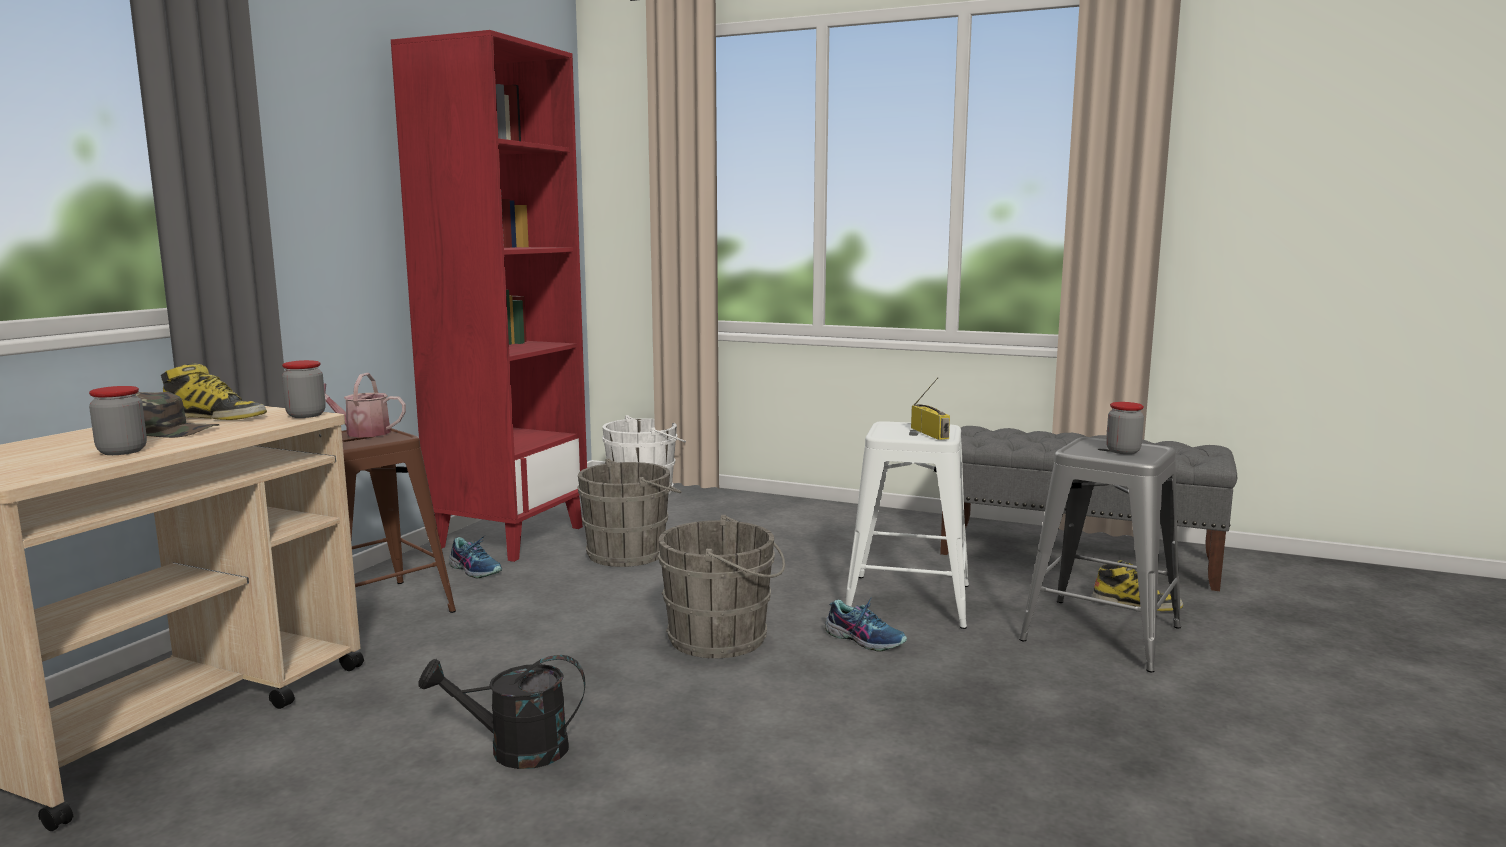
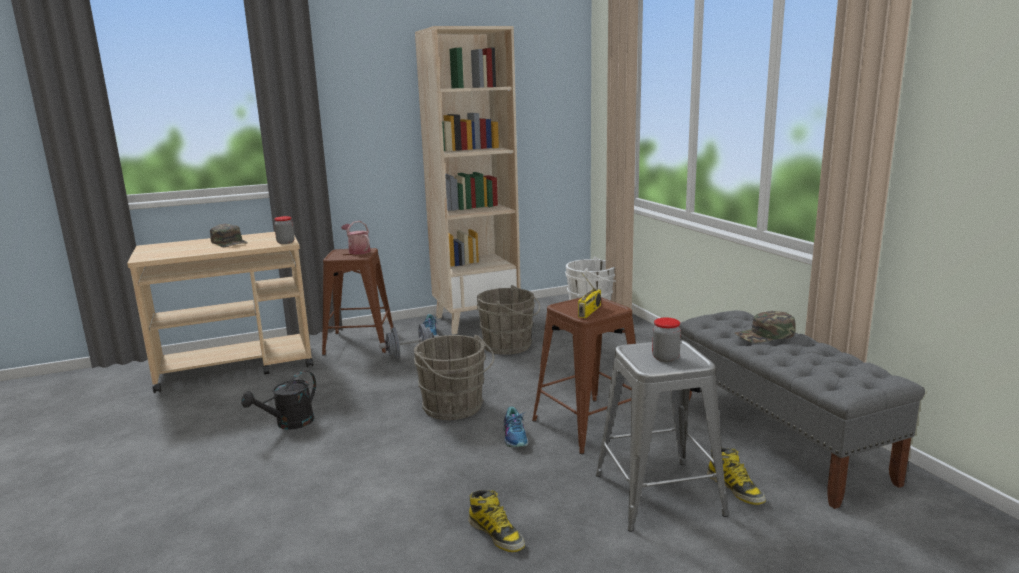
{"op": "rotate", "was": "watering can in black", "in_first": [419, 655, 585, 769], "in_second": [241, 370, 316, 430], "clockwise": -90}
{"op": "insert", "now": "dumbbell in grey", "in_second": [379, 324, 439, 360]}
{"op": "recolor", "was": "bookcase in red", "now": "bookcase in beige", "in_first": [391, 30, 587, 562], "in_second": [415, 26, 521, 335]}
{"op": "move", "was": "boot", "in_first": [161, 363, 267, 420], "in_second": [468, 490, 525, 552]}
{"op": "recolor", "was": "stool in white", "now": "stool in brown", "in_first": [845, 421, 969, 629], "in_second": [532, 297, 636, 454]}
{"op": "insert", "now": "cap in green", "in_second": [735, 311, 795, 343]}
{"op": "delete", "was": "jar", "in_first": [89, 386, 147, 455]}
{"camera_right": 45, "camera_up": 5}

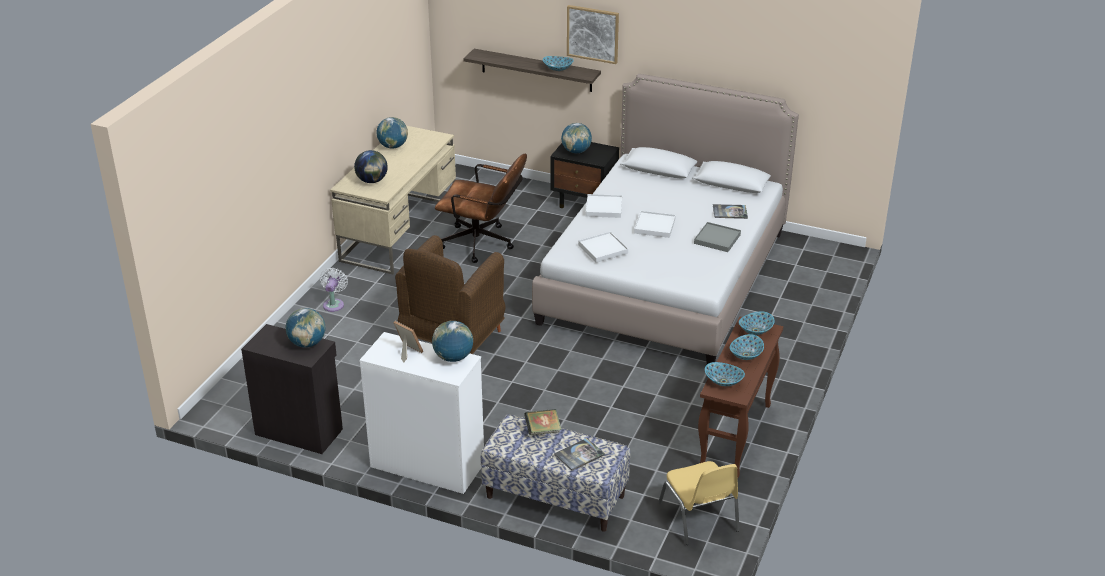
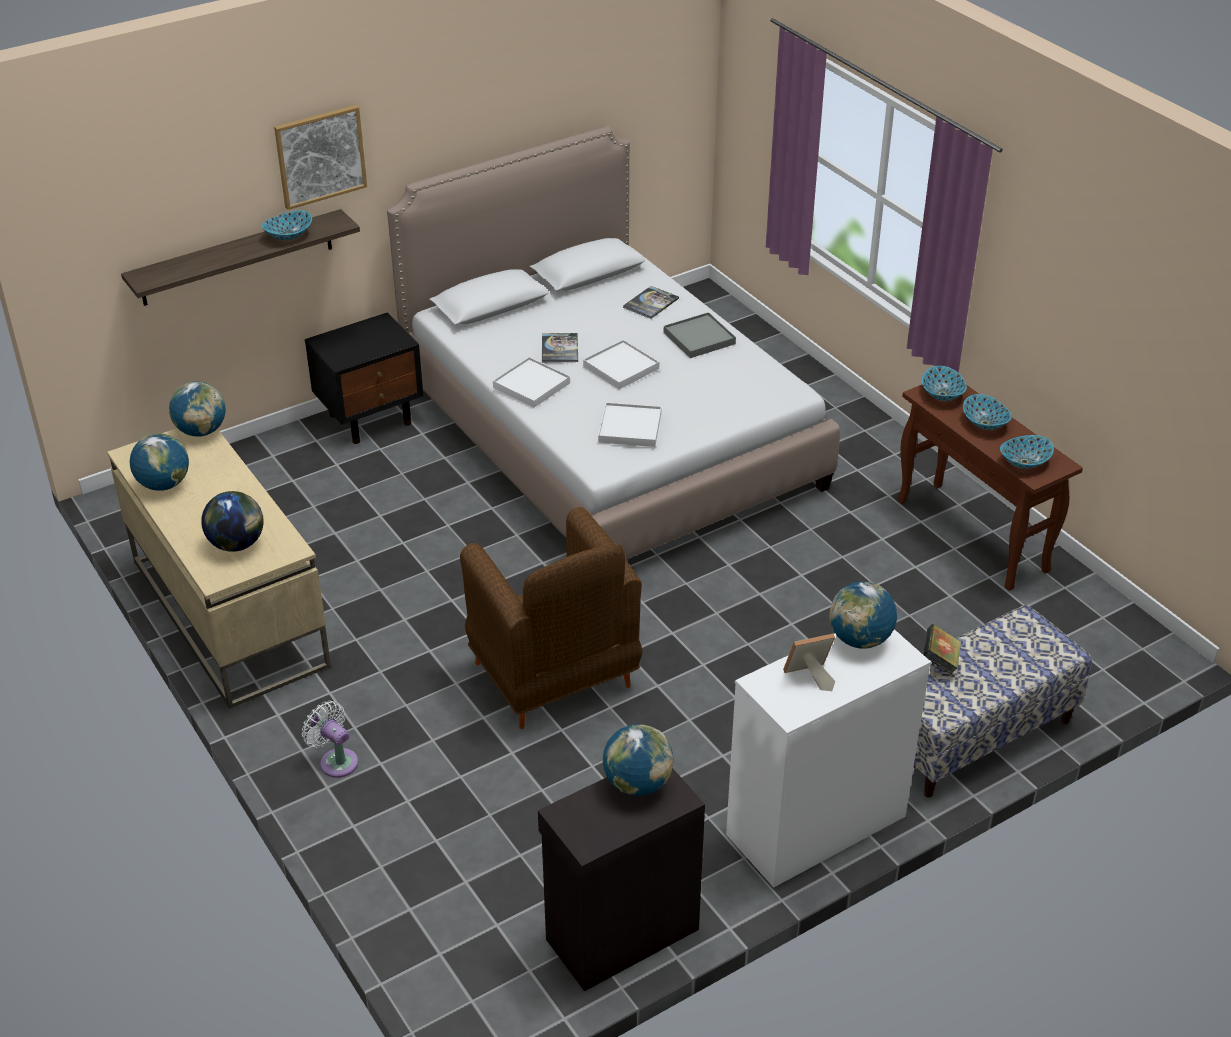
{"op": "move", "was": "globe", "in_first": [561, 123, 592, 153], "in_second": [169, 381, 226, 437]}
{"op": "move", "was": "book", "in_first": [554, 438, 605, 471], "in_second": [542, 333, 578, 363]}
{"op": "delete", "was": "office chair in brown", "in_first": [435, 153, 527, 263]}
{"op": "delete", "was": "chair in yellow", "in_first": [658, 461, 740, 545]}
{"camera_right": -55, "camera_up": 5}

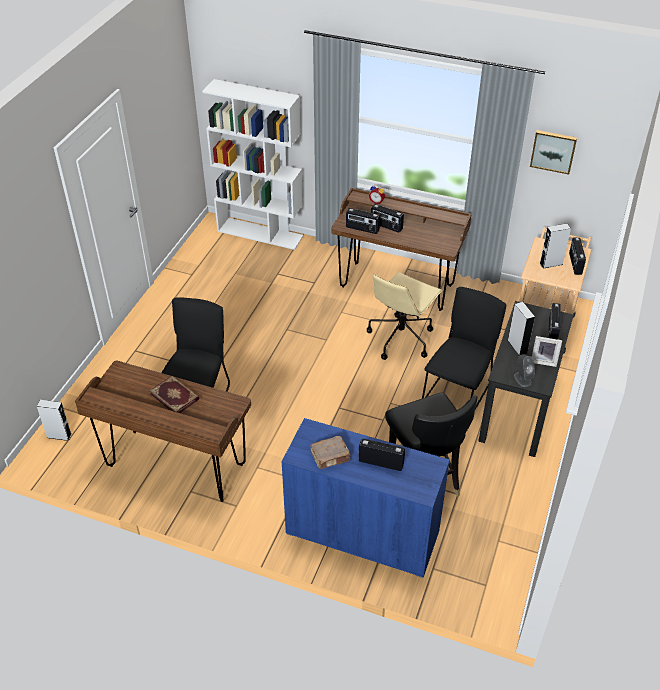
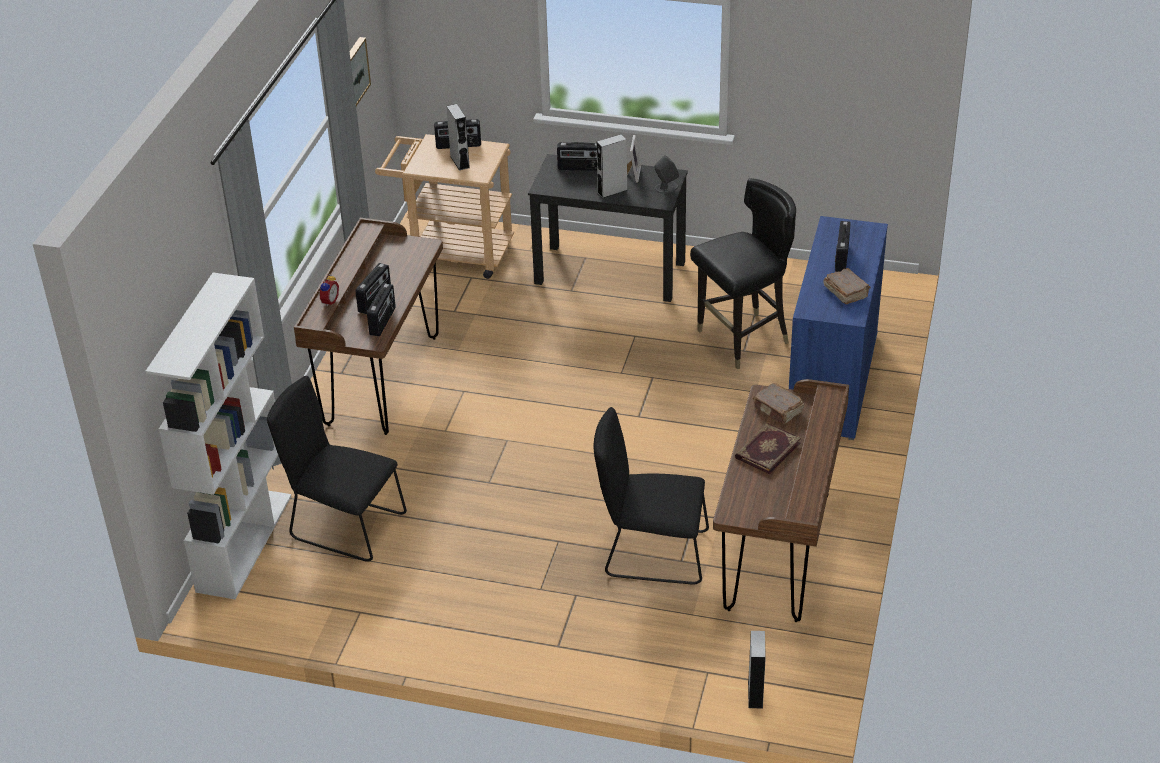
{"op": "move", "was": "chair in black", "in_first": [422, 287, 506, 410], "in_second": [267, 376, 407, 562]}
{"op": "insert", "now": "book in brown", "in_second": [753, 383, 804, 425]}
{"op": "delete", "was": "office chair in beige", "in_first": [367, 272, 443, 360]}
{"camera_right": -95, "camera_up": -5}

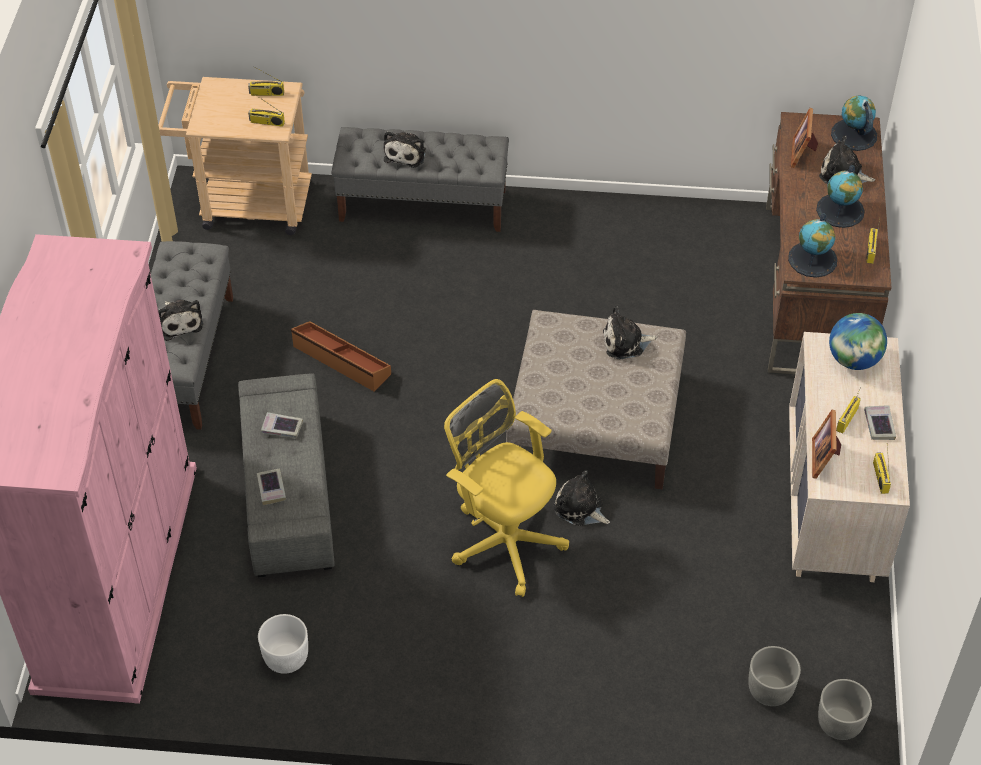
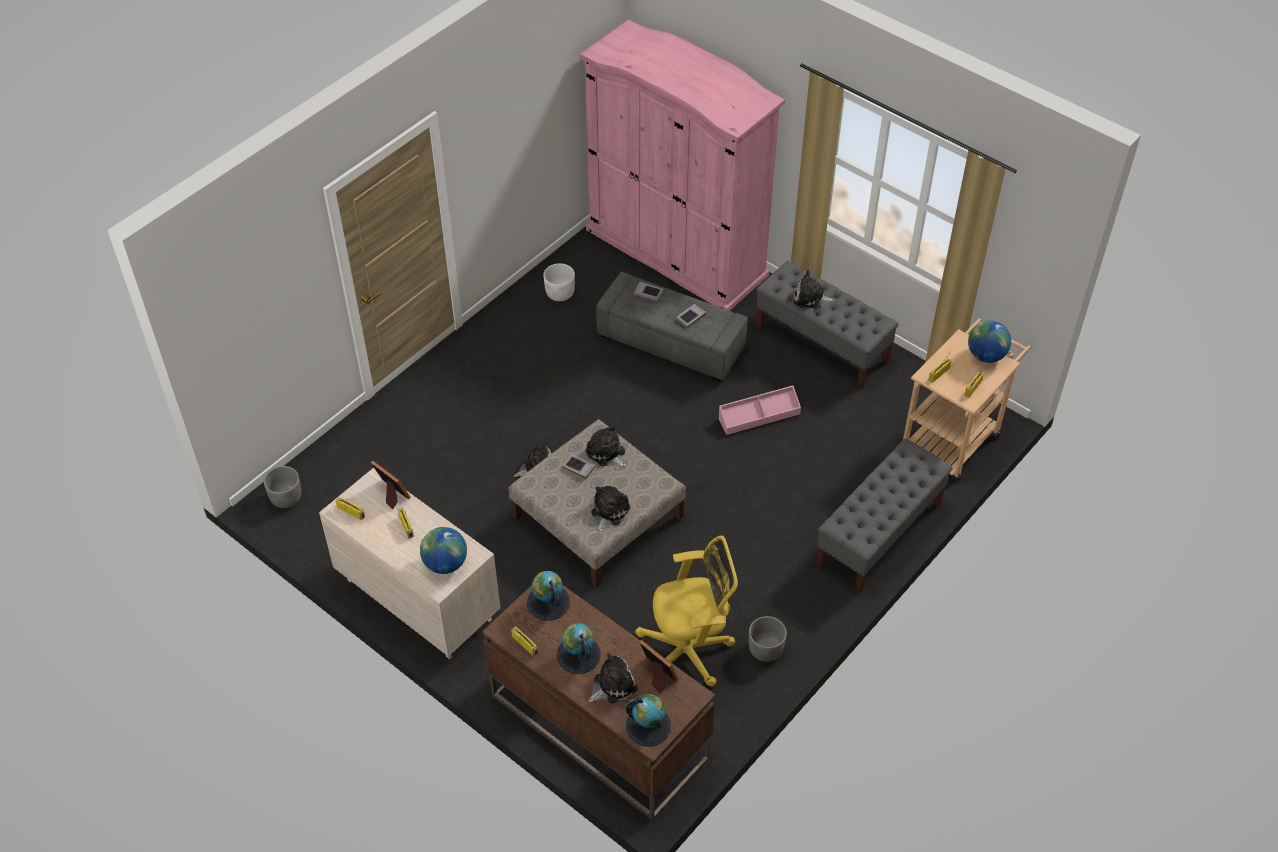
{"op": "move", "was": "book", "in_first": [864, 405, 896, 440], "in_second": [562, 454, 595, 479]}
{"op": "move", "was": "plush toy", "in_first": [384, 131, 426, 168], "in_second": [586, 424, 626, 468]}
{"op": "move", "was": "office chair in yellow", "in_first": [444, 379, 569, 597], "in_second": [635, 536, 738, 686]}
{"op": "recolor", "was": "storage box in brown", "now": "storage box in pink", "in_first": [291, 321, 391, 392], "in_second": [719, 386, 801, 435]}
{"op": "move", "was": "planter in grey", "in_first": [748, 646, 801, 706], "in_second": [749, 616, 787, 662]}
{"op": "insert", "now": "globe", "in_second": [968, 320, 1011, 363]}
{"camera_right": 125, "camera_up": 0}

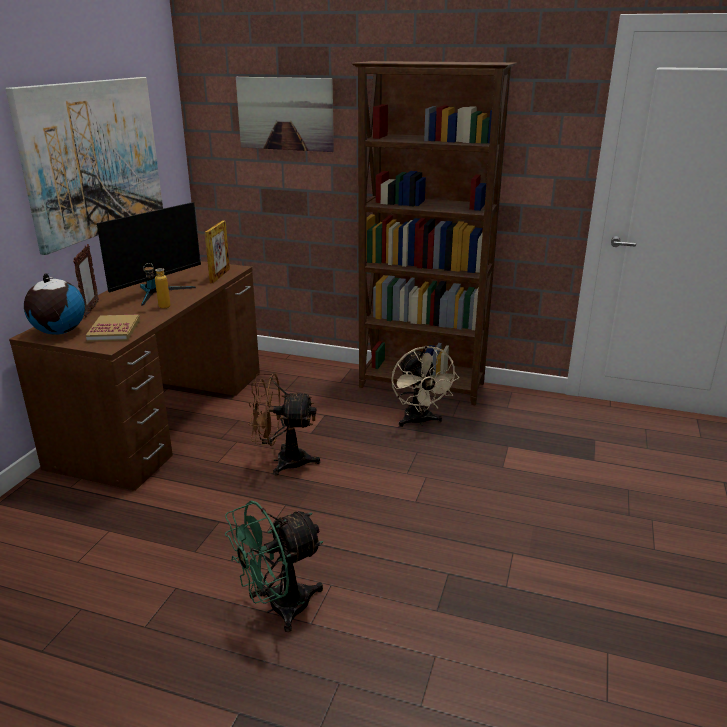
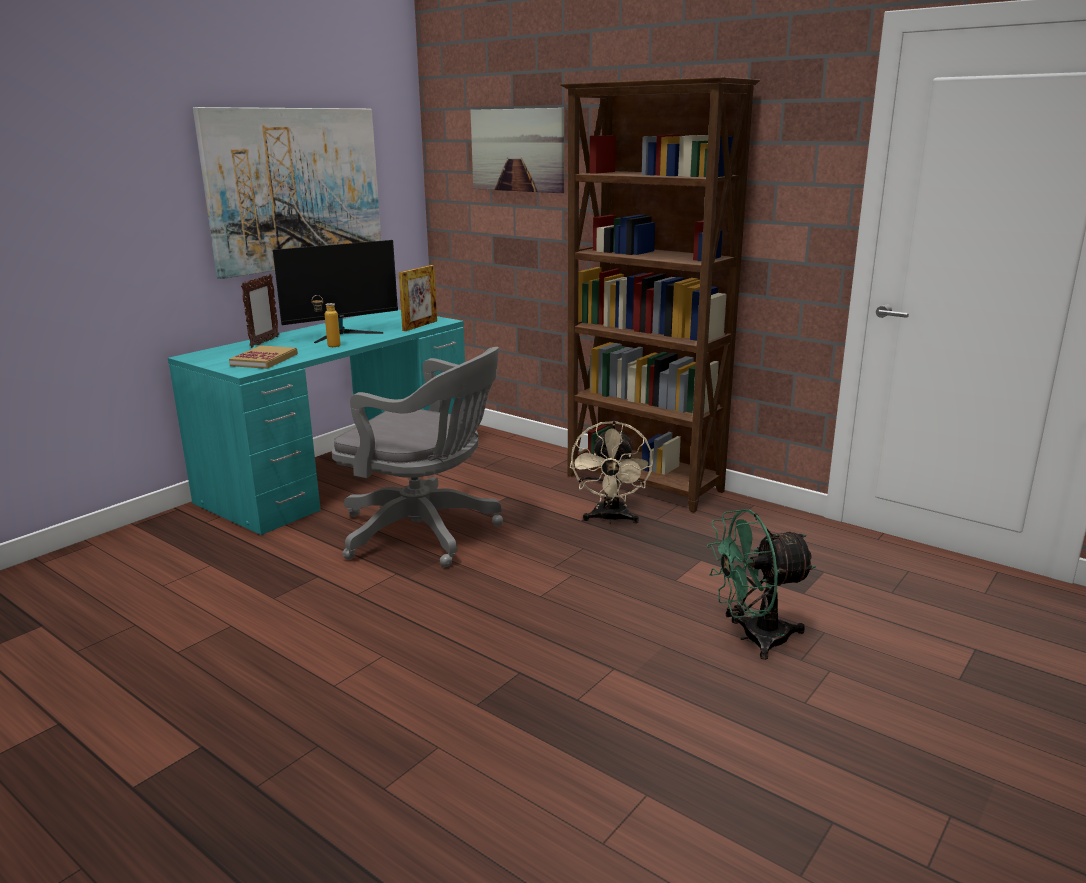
{"op": "recolor", "was": "desk in brown", "now": "desk in turquoise", "in_first": [9, 261, 260, 491], "in_second": [168, 310, 465, 535]}
{"op": "replace", "was": "fan in brown", "now": "office chair in grey", "in_first": [248, 373, 320, 475], "in_second": [332, 347, 503, 567]}
{"op": "move", "was": "fan in green", "in_first": [225, 500, 324, 632], "in_second": [707, 509, 816, 660]}
{"op": "delete", "was": "globe", "in_first": [24, 273, 85, 335]}
{"camera_right": 20, "camera_up": -5}

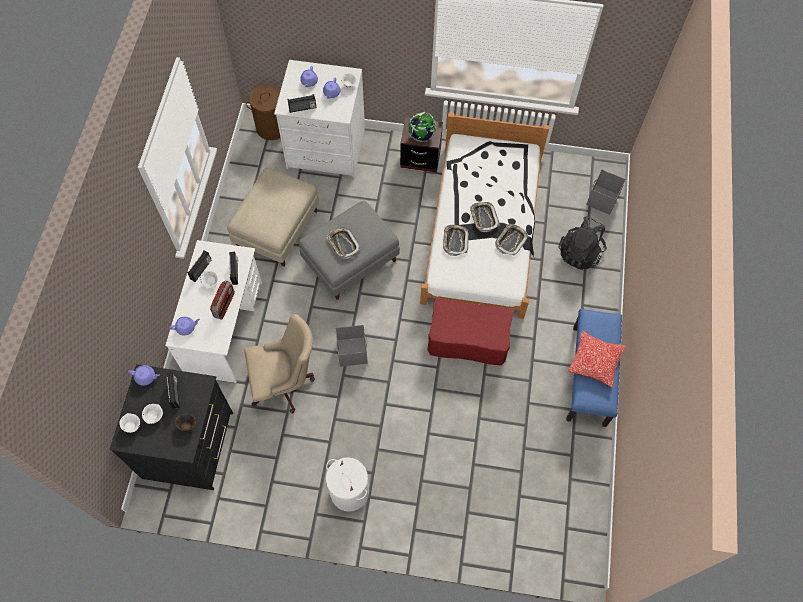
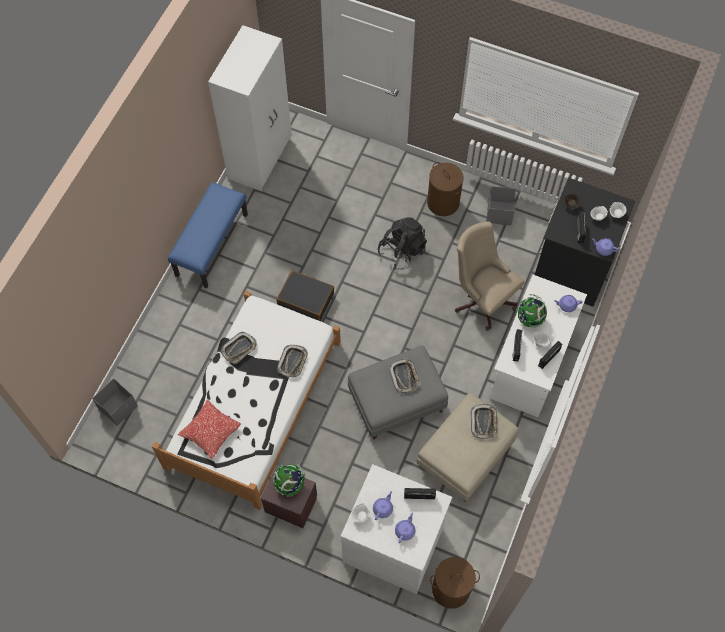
{"op": "move", "was": "pillow", "in_first": [568, 330, 626, 388], "in_second": [178, 399, 241, 459]}
{"op": "insert", "now": "wardrobe in white", "in_second": [208, 25, 292, 191]}
{"op": "replace", "was": "ottoman in red", "now": "suitcase in black", "in_first": [427, 298, 513, 366], "in_second": [276, 270, 334, 321]}
{"op": "move", "was": "backpack in black", "in_first": [559, 216, 607, 270], "in_second": [378, 217, 427, 270]}
{"op": "recolor", "was": "laundry basket in white", "now": "laundry basket in brown", "in_first": [326, 457, 369, 512], "in_second": [427, 162, 464, 216]}
{"op": "rotate", "was": "office chair in beige", "in_first": [244, 314, 315, 414], "in_second": [455, 221, 525, 331], "clockwise": 45}
{"op": "move", "was": "tray", "in_first": [470, 202, 499, 232], "in_second": [471, 404, 498, 439]}
{"op": "move", "was": "storage box in grey", "in_first": [335, 325, 368, 367], "in_second": [487, 186, 516, 225]}
{"op": "replace", "was": "radio", "now": "globe", "in_first": [210, 280, 235, 320], "in_second": [516, 294, 547, 328]}
{"camera_right": -165, "camera_up": 0}

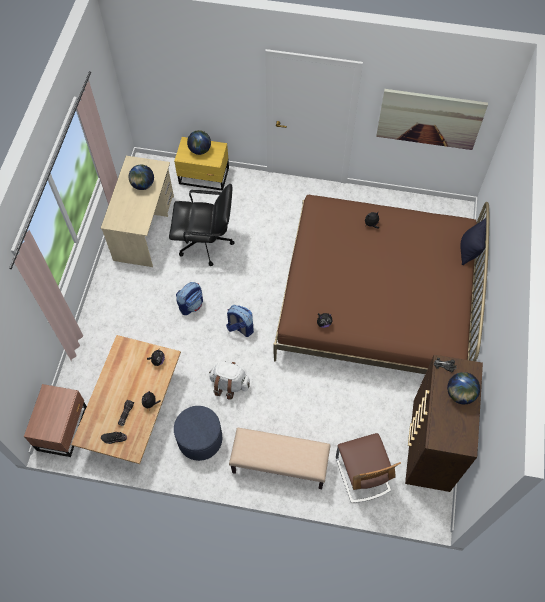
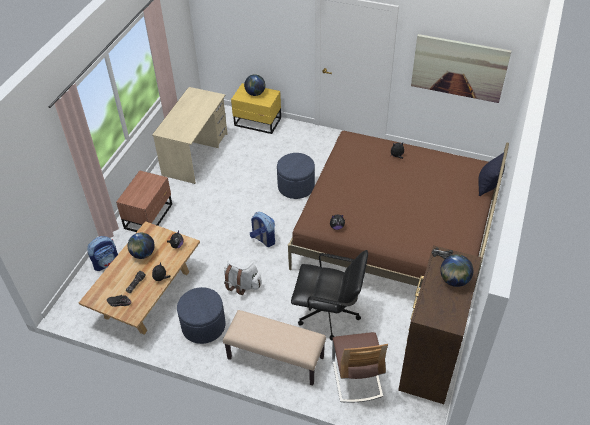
{"op": "move", "was": "backpack", "in_first": [176, 282, 203, 315], "in_second": [87, 236, 118, 271]}
{"op": "move", "was": "nightstand in brown", "in_first": [24, 384, 87, 457], "in_second": [116, 170, 172, 232]}
{"op": "move", "was": "globe", "in_first": [129, 165, 154, 190], "in_second": [128, 233, 155, 259]}
{"op": "insert", "now": "ottoman in blue", "in_second": [277, 153, 315, 199]}
{"op": "move", "was": "office chair in black", "in_first": [169, 183, 235, 266], "in_second": [291, 250, 368, 341]}
{"camera_right": 10, "camera_up": -15}

